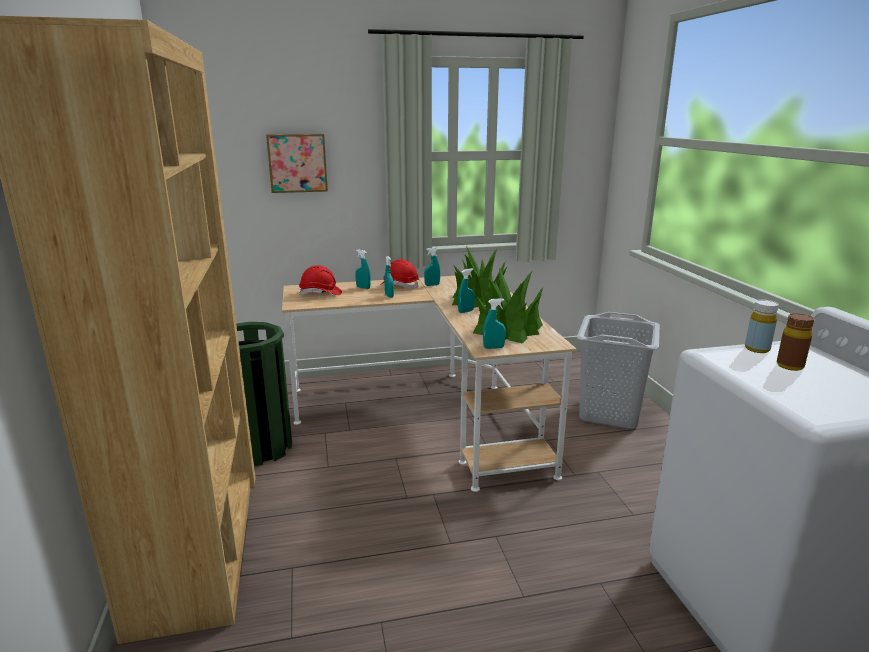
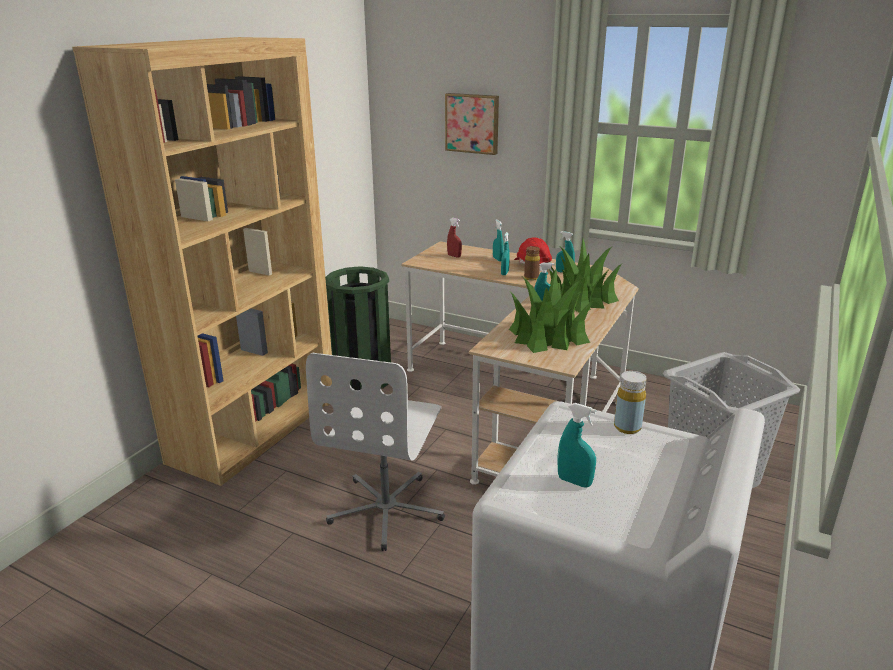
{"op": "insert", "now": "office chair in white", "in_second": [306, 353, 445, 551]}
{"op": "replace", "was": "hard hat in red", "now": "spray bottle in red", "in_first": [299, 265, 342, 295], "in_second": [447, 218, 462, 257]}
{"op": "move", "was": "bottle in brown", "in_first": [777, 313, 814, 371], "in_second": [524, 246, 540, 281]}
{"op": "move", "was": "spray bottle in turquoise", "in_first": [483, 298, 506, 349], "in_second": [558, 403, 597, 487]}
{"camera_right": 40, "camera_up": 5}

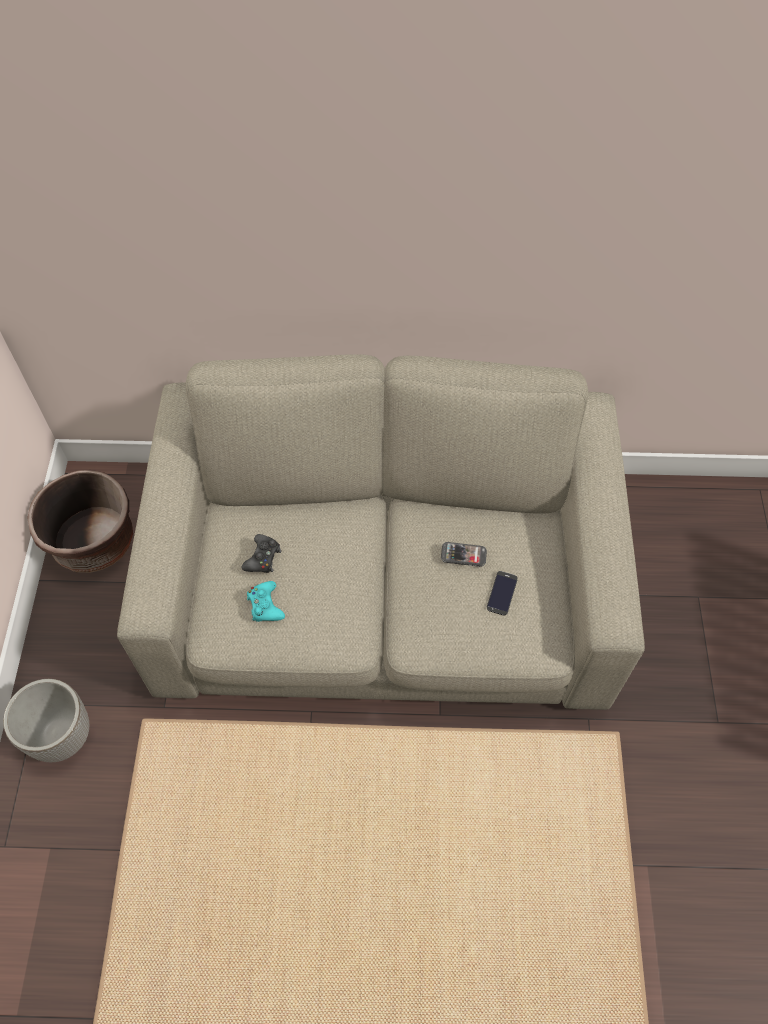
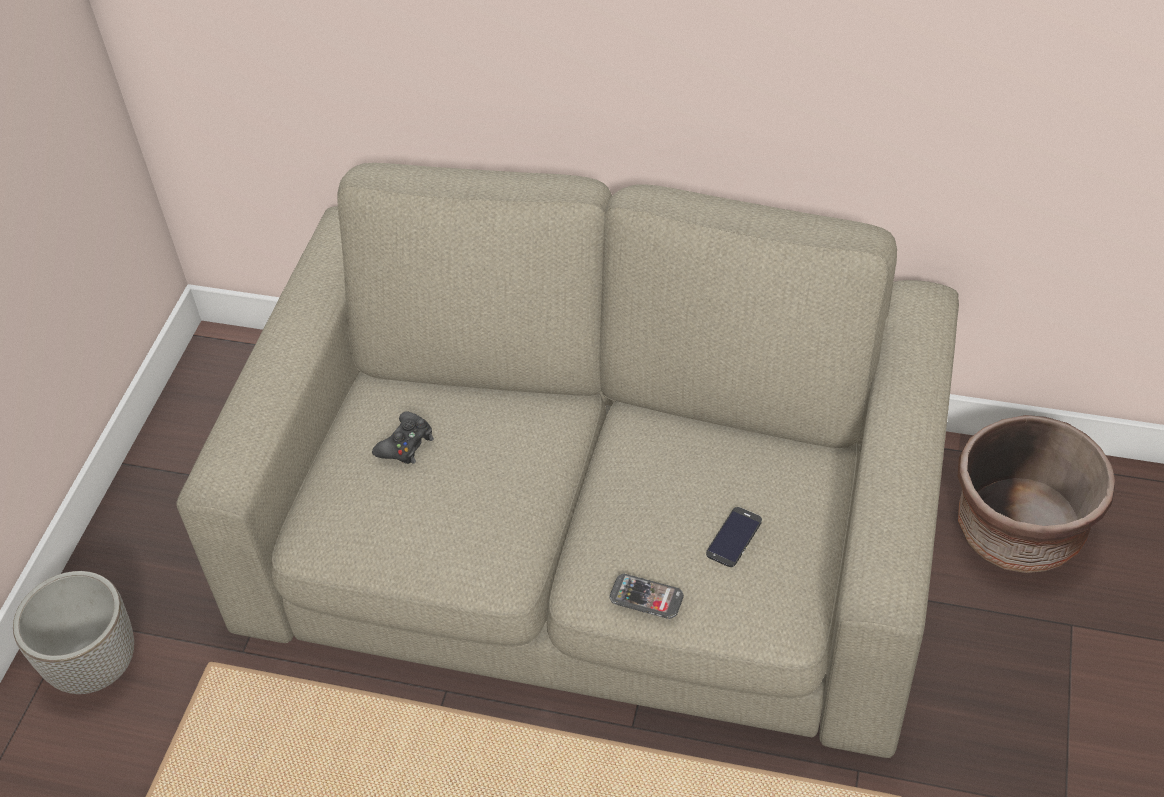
{"op": "move", "was": "phone", "in_first": [441, 542, 487, 567], "in_second": [609, 574, 684, 619]}
{"op": "move", "was": "planter in brown", "in_first": [27, 470, 133, 573], "in_second": [958, 415, 1115, 573]}
{"op": "delete", "was": "game controller in turquoise", "in_first": [247, 581, 285, 622]}
{"camera_right": 15, "camera_up": -10}

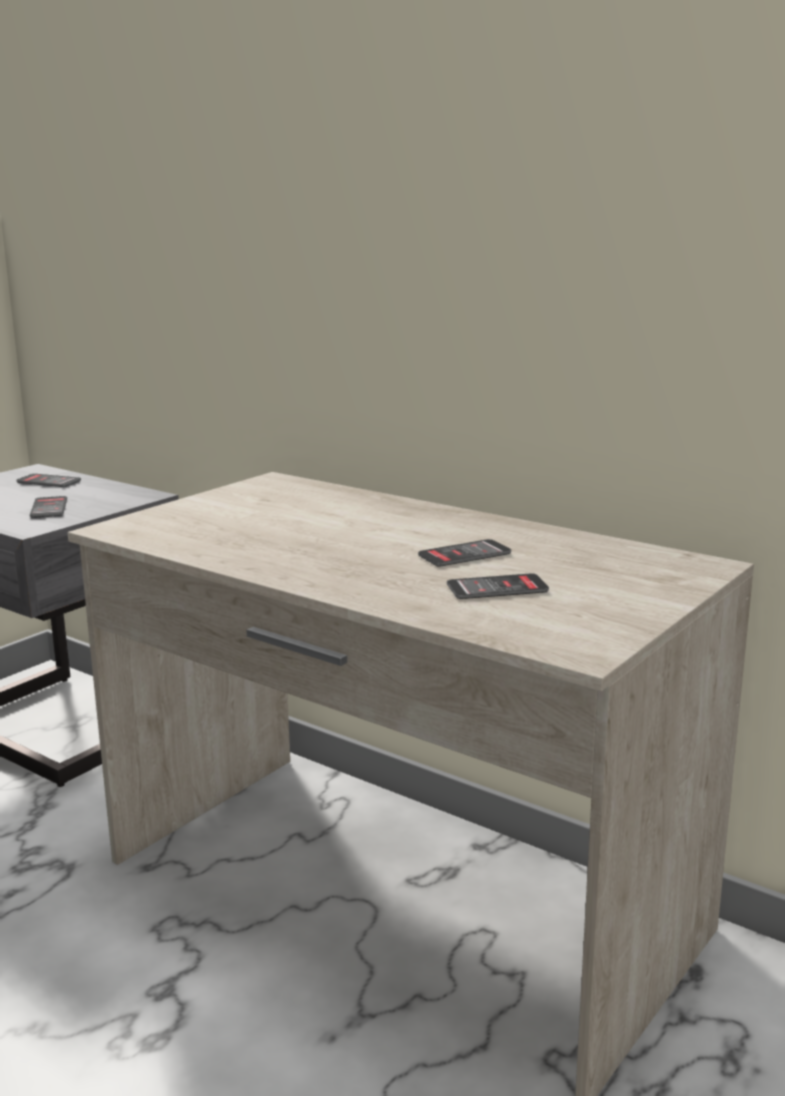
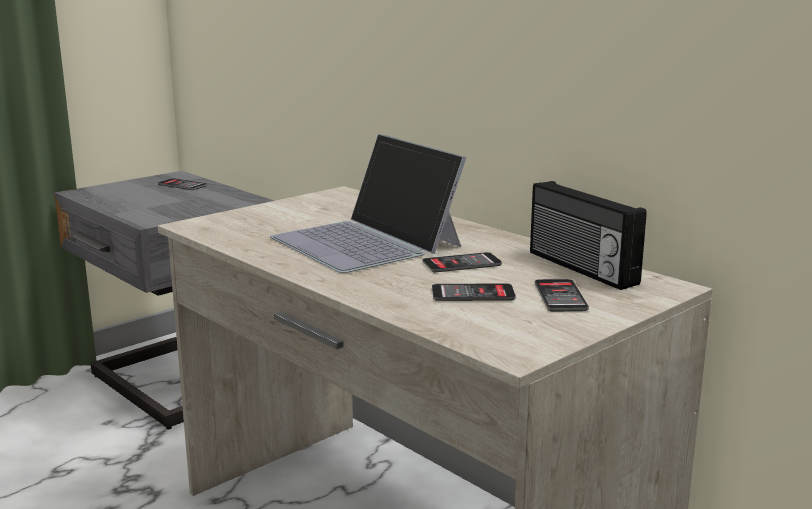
{"op": "insert", "now": "laptop", "in_second": [270, 134, 466, 273]}
{"op": "insert", "now": "radio", "in_second": [530, 181, 647, 290]}
{"op": "move", "was": "phone", "in_first": [30, 496, 67, 518], "in_second": [535, 279, 589, 312]}
{"camera_right": 10, "camera_up": 0}

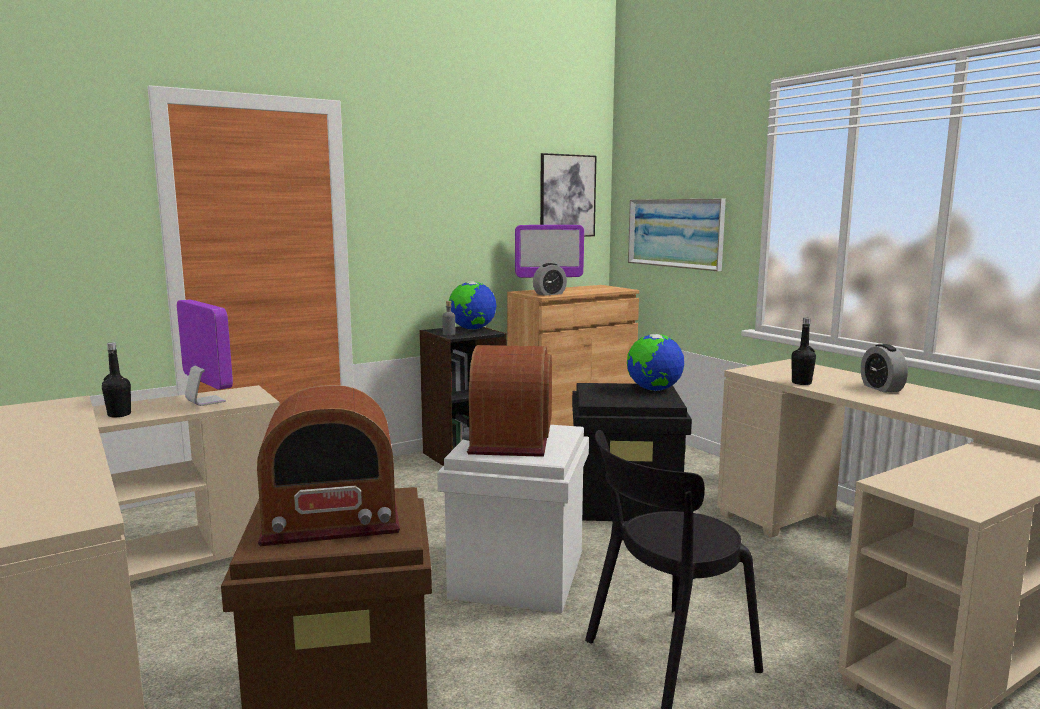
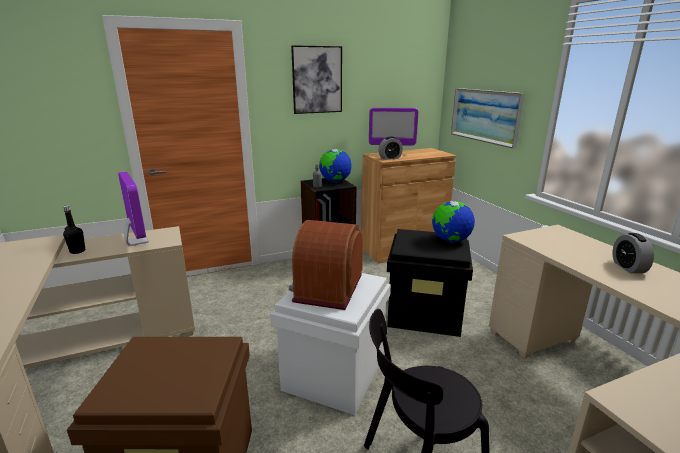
{"op": "move", "was": "picture", "in_first": [540, 153, 596, 237], "in_second": [291, 45, 342, 114]}
{"op": "delete", "was": "radio", "in_first": [257, 385, 400, 546]}
{"op": "delete", "was": "bottle in black", "in_first": [791, 318, 816, 385]}
{"camera_right": 10, "camera_up": 10}

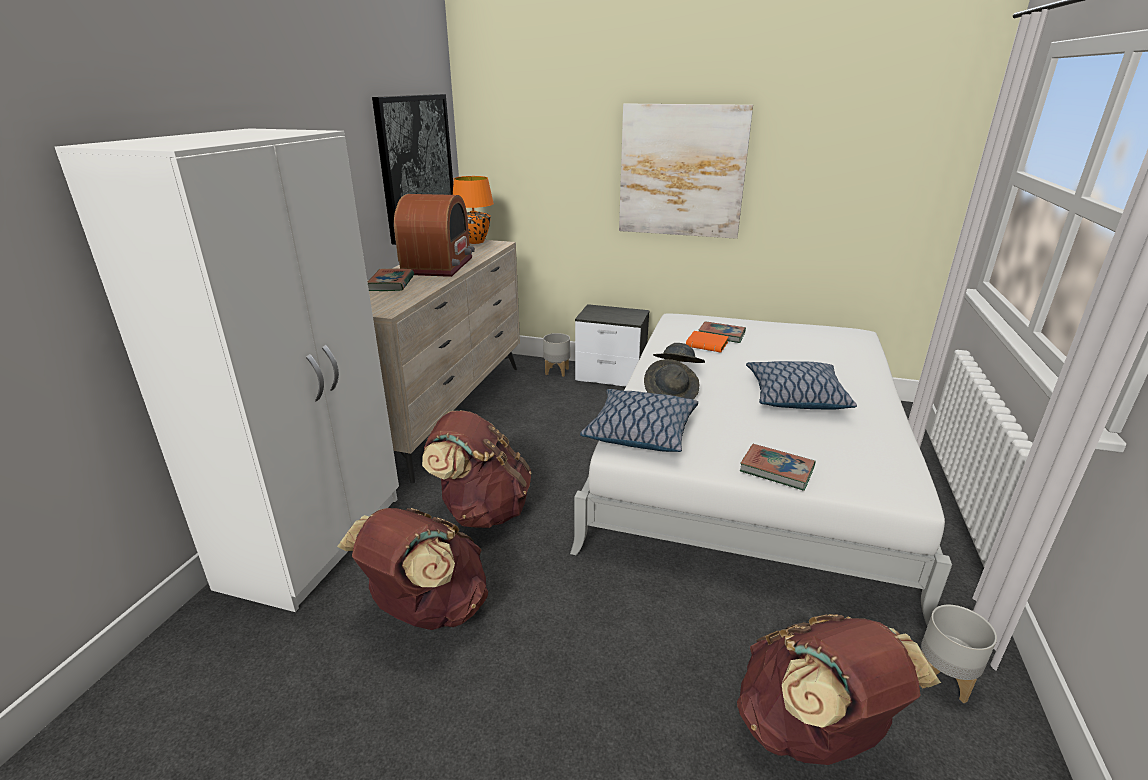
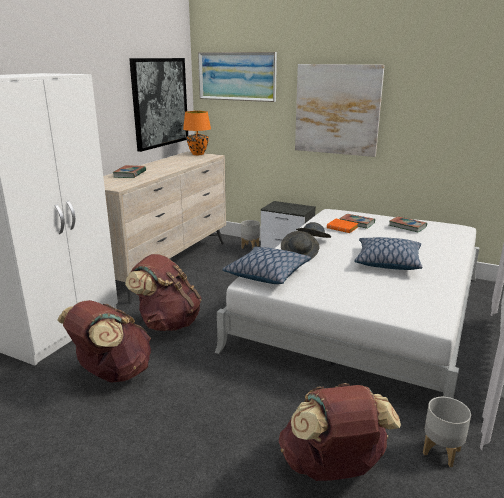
{"op": "insert", "now": "picture", "in_second": [198, 52, 277, 102]}
{"op": "move", "was": "book", "in_first": [740, 444, 815, 491], "in_second": [389, 216, 427, 232]}
{"op": "delete", "was": "radio", "in_first": [394, 194, 475, 277]}
{"camera_right": 10, "camera_up": -5}

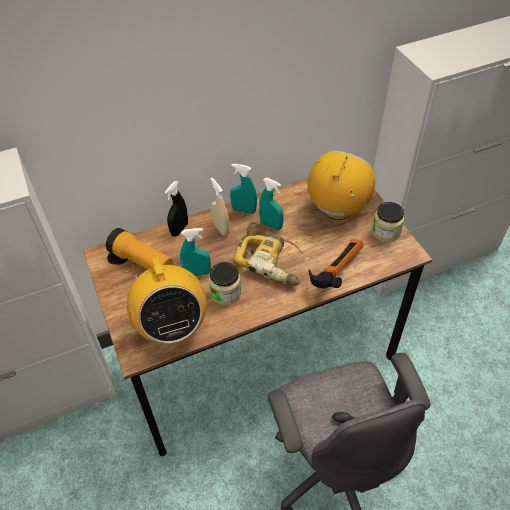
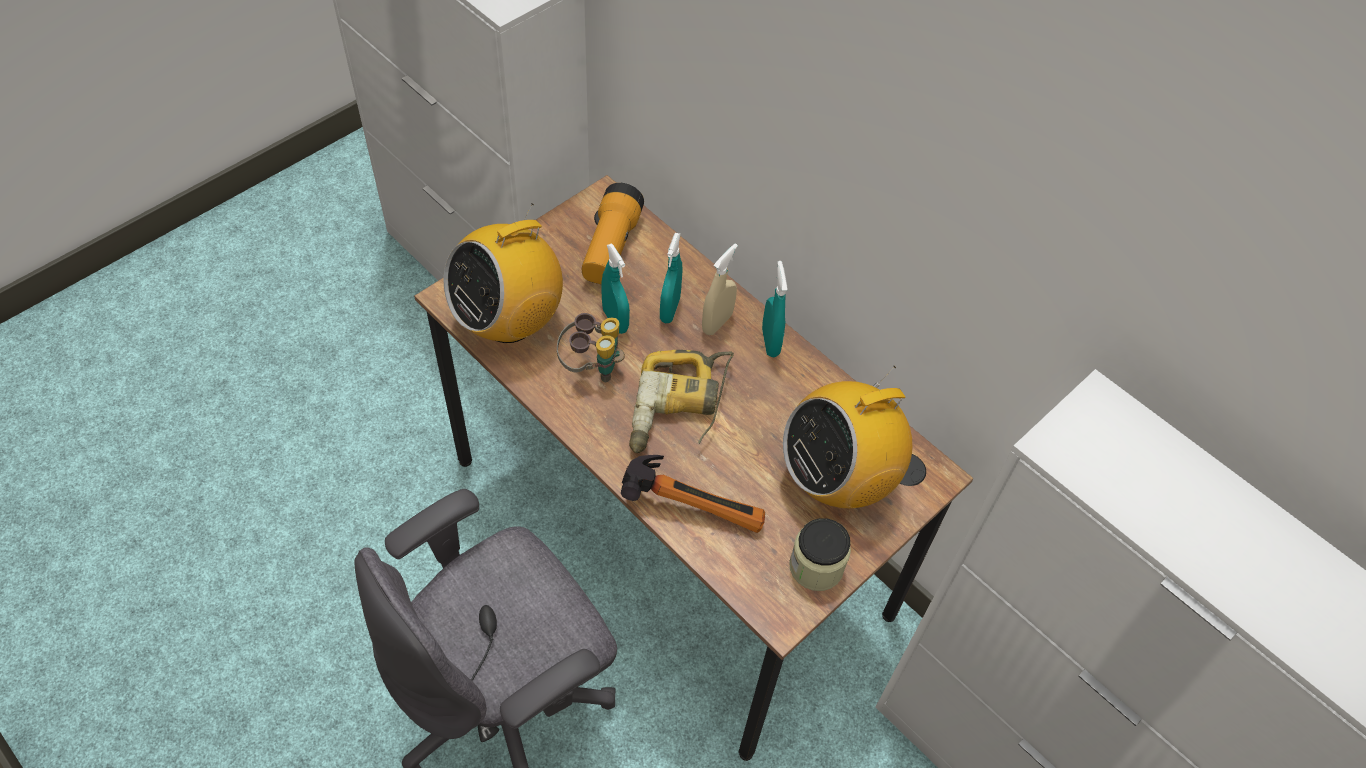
{"op": "replace", "was": "jar", "now": "binoculars", "in_first": [209, 262, 241, 305], "in_second": [557, 313, 625, 382]}
{"op": "move", "was": "spray bottle in turquoise", "in_first": [259, 178, 284, 230], "in_second": [660, 233, 682, 323]}
{"op": "rotate", "was": "radio", "in_first": [308, 151, 375, 220], "in_second": [783, 366, 912, 508], "clockwise": 150}
{"op": "delete", "was": "spray bottle in black", "in_first": [165, 181, 188, 237]}
{"camera_right": 65, "camera_up": 5}

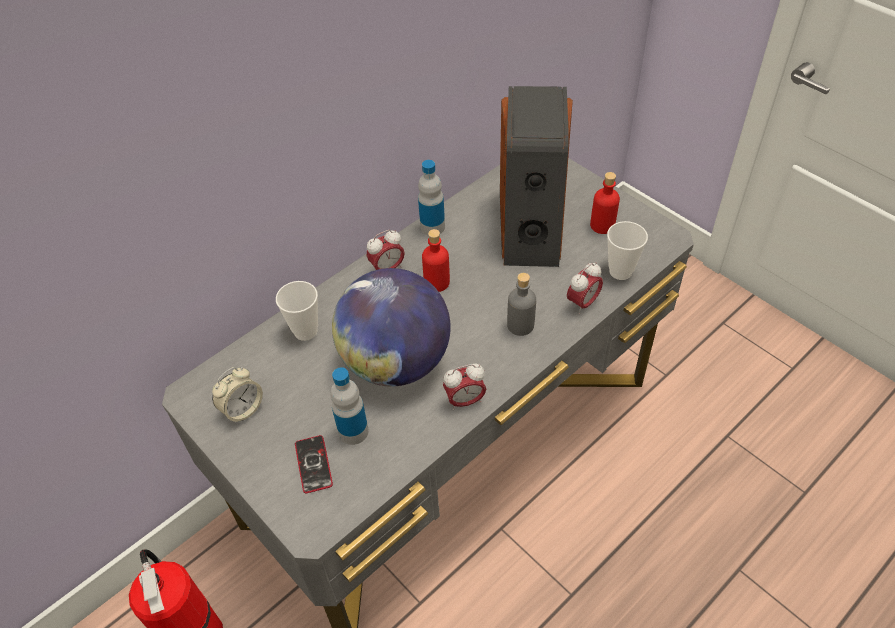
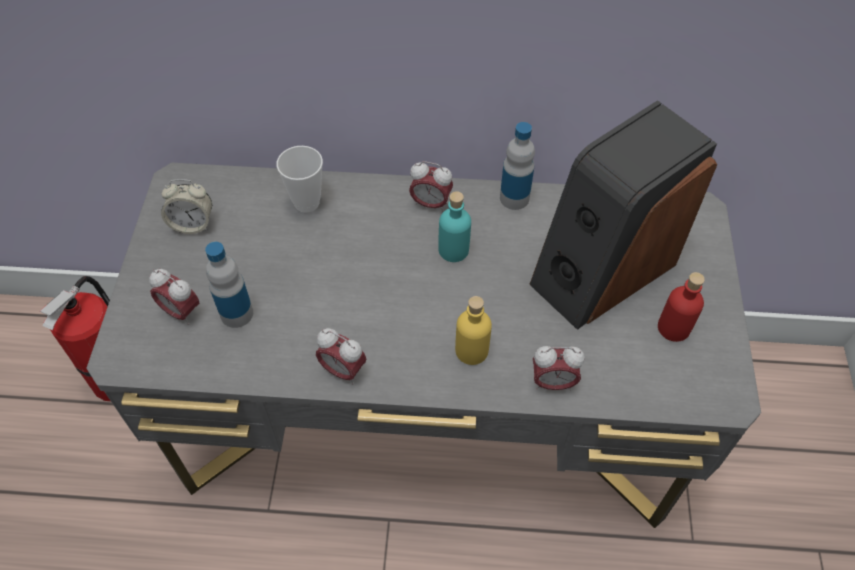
{"op": "replace", "was": "phone", "now": "alarm clock", "in_first": [295, 435, 333, 493], "in_second": [149, 269, 200, 325]}
{"op": "recolor", "was": "bottle in red", "now": "bottle in turquoise", "in_first": [422, 229, 450, 292], "in_second": [438, 191, 471, 262]}
{"op": "recolor", "was": "bottle in grey", "now": "bottle in yellow", "in_first": [507, 273, 536, 336], "in_second": [455, 296, 492, 365]}
{"op": "delete", "was": "globe", "in_first": [332, 268, 451, 386]}
{"op": "delete", "was": "cup", "in_first": [607, 221, 648, 280]}
{"camera_right": 45, "camera_up": 5}

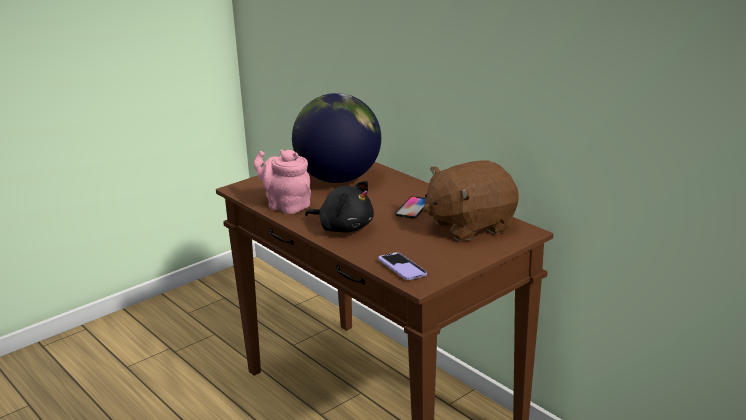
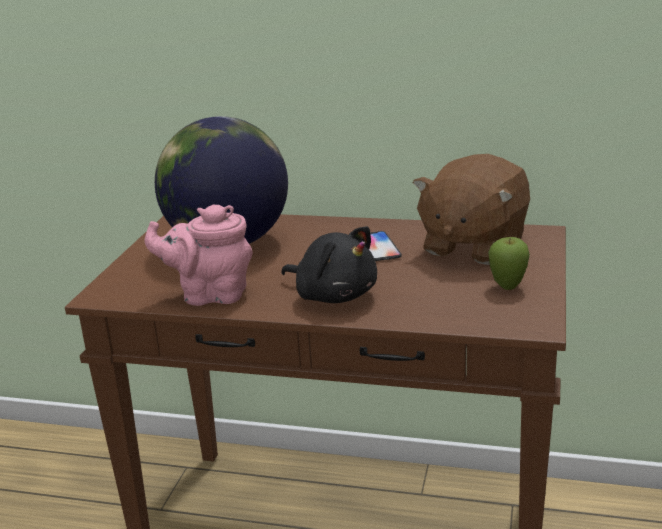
{"op": "rotate", "was": "plush toy in black", "in_first": [305, 181, 374, 233], "in_second": [281, 226, 377, 303], "clockwise": 45}
{"op": "insert", "now": "apple", "in_second": [488, 237, 530, 290]}
{"op": "delete", "was": "phone", "in_first": [378, 252, 427, 280]}
{"camera_right": -35, "camera_up": 0}

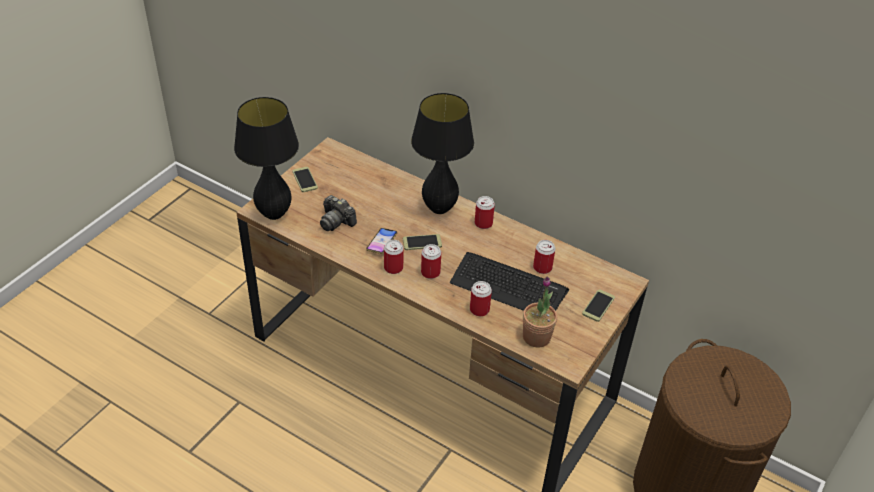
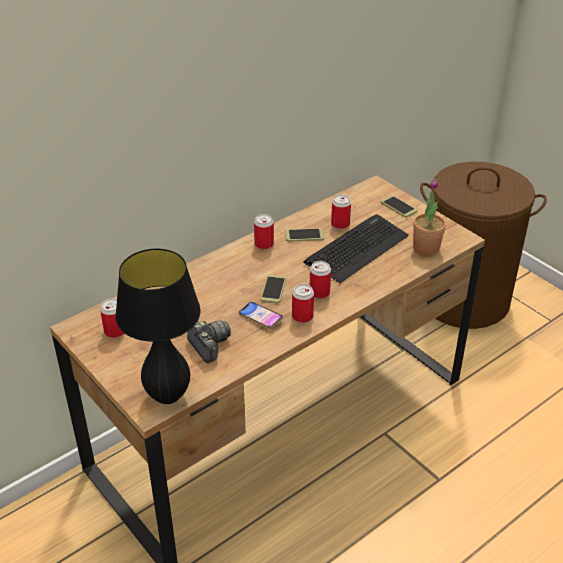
{"op": "move", "was": "can", "in_first": [470, 281, 492, 316], "in_second": [100, 298, 124, 338]}
{"op": "rotate", "was": "photo camera", "in_first": [320, 195, 357, 231], "in_second": [187, 320, 231, 363], "clockwise": -90}
{"op": "move", "was": "phone", "in_first": [293, 167, 318, 192], "in_second": [285, 228, 324, 242]}
{"op": "delete", "was": "table lamp in black", "in_first": [411, 93, 474, 214]}
{"camera_right": -70, "camera_up": -5}

